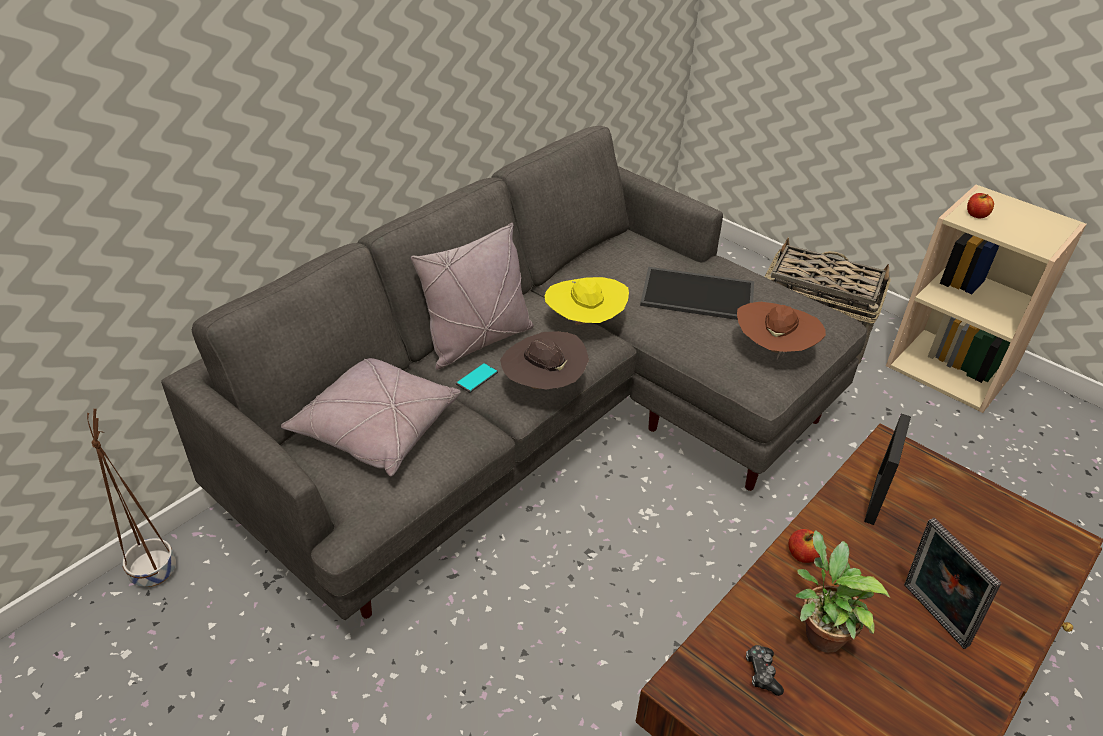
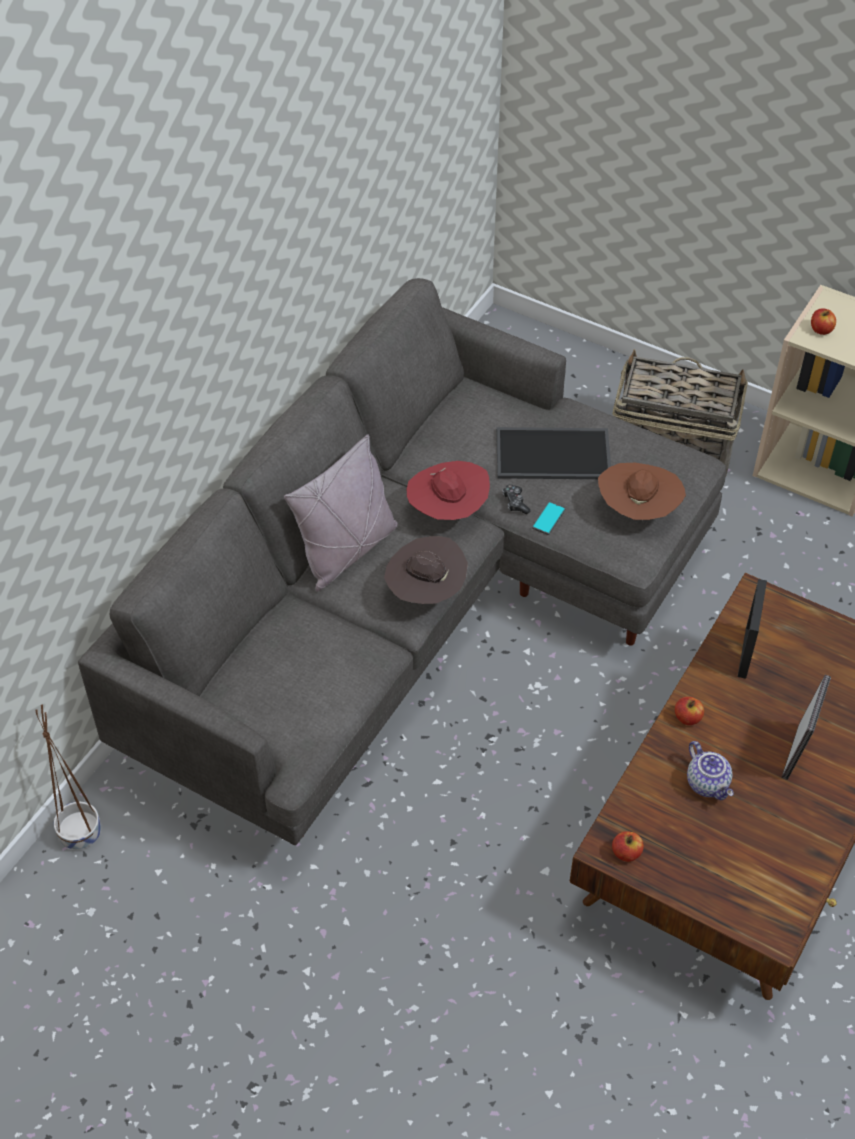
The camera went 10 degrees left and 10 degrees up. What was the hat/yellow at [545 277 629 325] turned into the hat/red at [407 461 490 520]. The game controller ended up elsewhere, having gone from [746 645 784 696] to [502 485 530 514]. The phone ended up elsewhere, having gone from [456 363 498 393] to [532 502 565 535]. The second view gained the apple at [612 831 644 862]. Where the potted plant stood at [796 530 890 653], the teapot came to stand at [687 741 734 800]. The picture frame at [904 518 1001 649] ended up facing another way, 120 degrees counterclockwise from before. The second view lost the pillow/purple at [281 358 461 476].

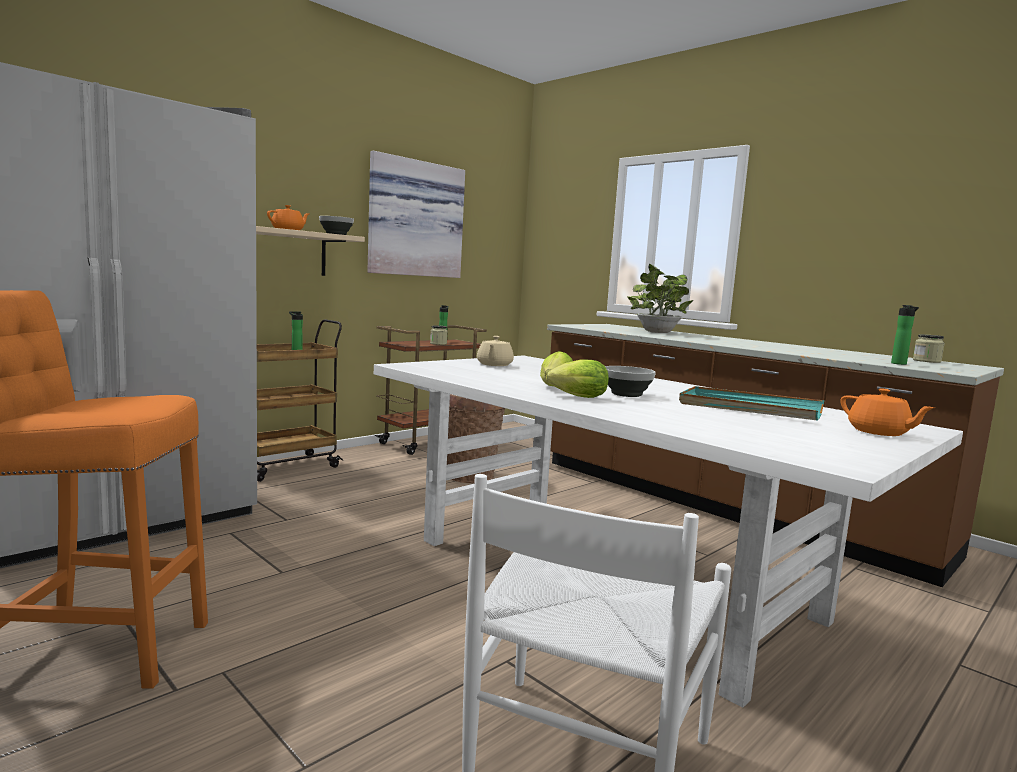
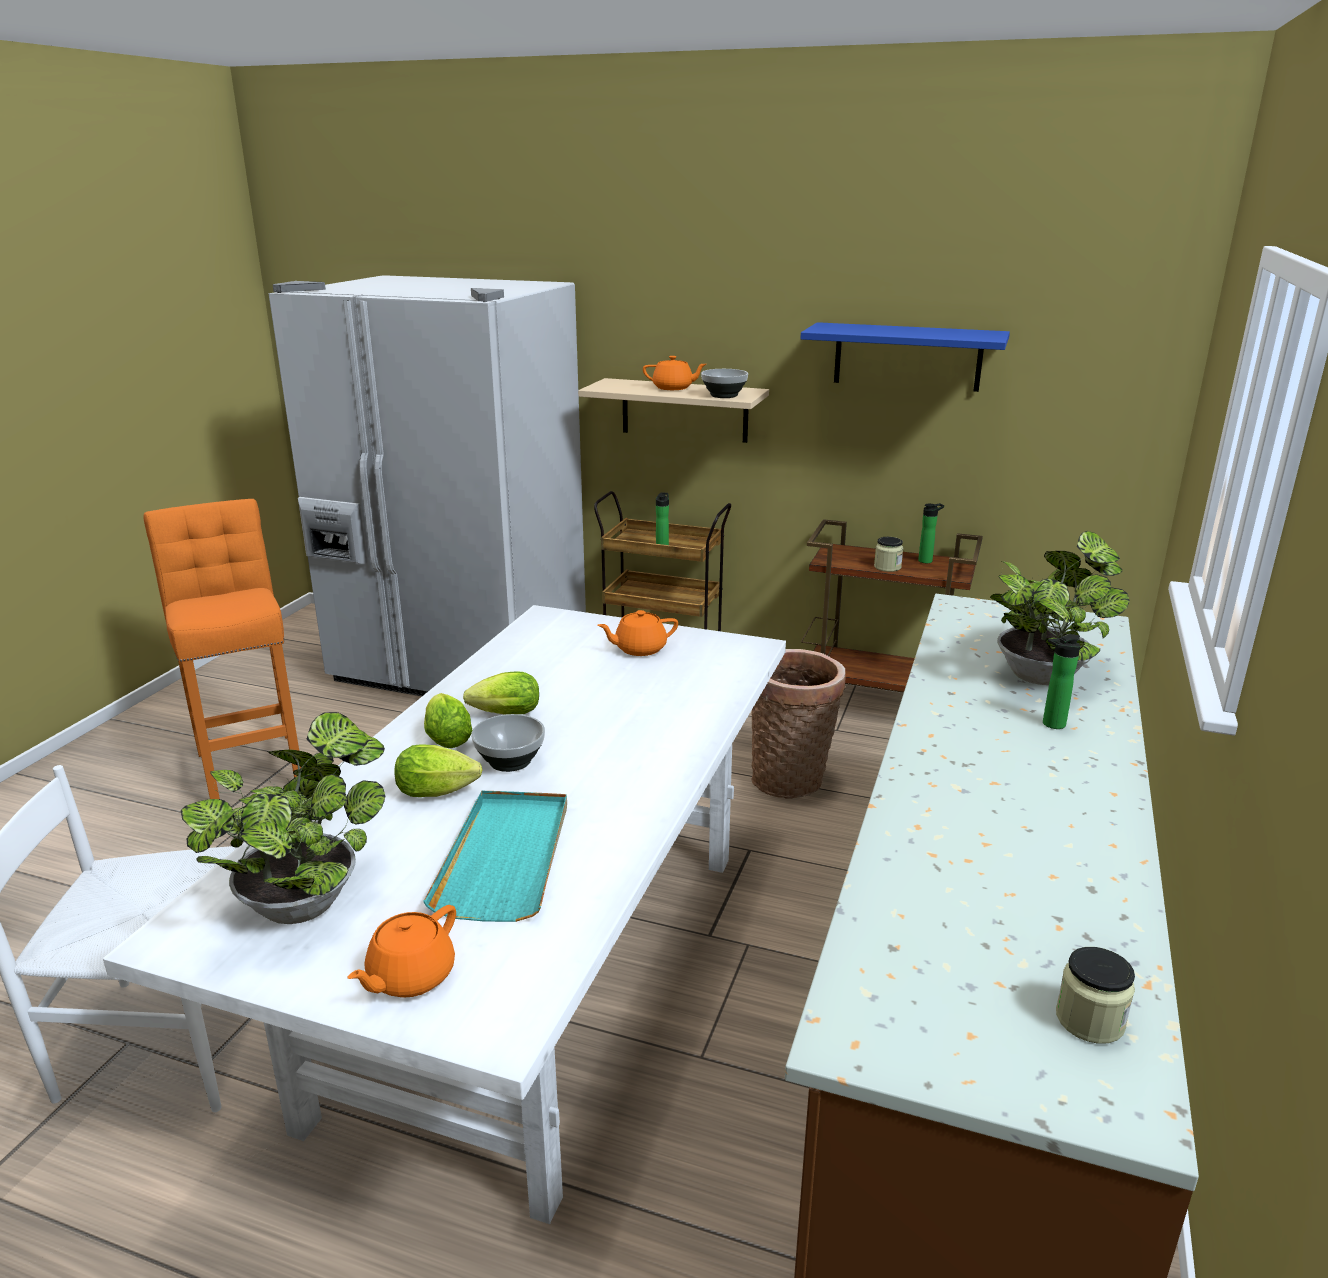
The camera went 65 degrees right and 15 degrees up. The second view gained the potted plant at [181 712 385 924]. The second view gained the lettuce at [394 744 482 797]. What was the teapot/beige at [477 336 514 366] turned into the teapot/orange at [597 610 678 656]. Where the picture hung at [367 151 465 278], the shelf/blue came to hang at [800 322 1010 392]. The bottle ended up elsewhere, having gone from [891 305 919 365] to [1043 634 1080 729].

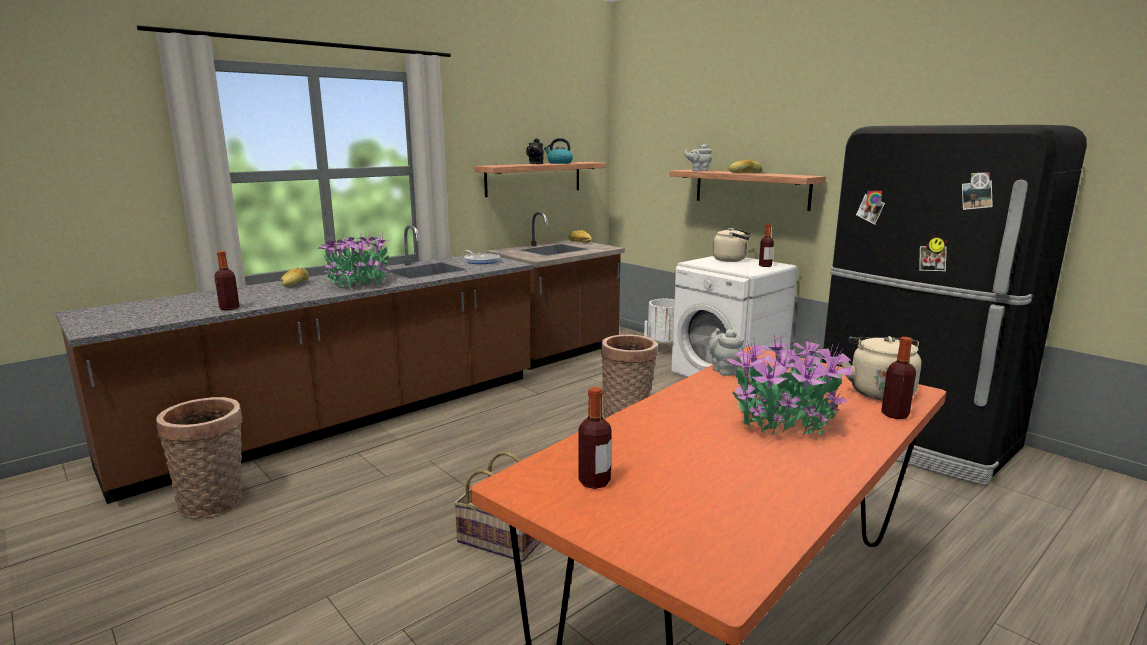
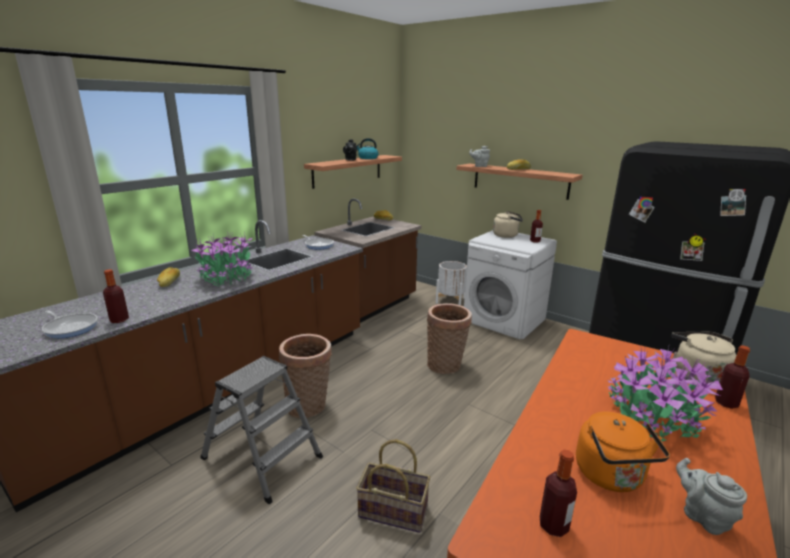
The camera went 10 degrees left and 5 degrees up. The second view gained the frying pan at [42 310 98 338]. The second view gained the step ladder/grey at [200 356 323 504]. The basket ended up elsewhere, having gone from [156 397 243 519] to [279 334 332 418]. The second view gained the kettle/orange at [576 412 670 492]. The teapot/grey ended up elsewhere, having gone from [709 328 744 376] to [676 458 747 535].

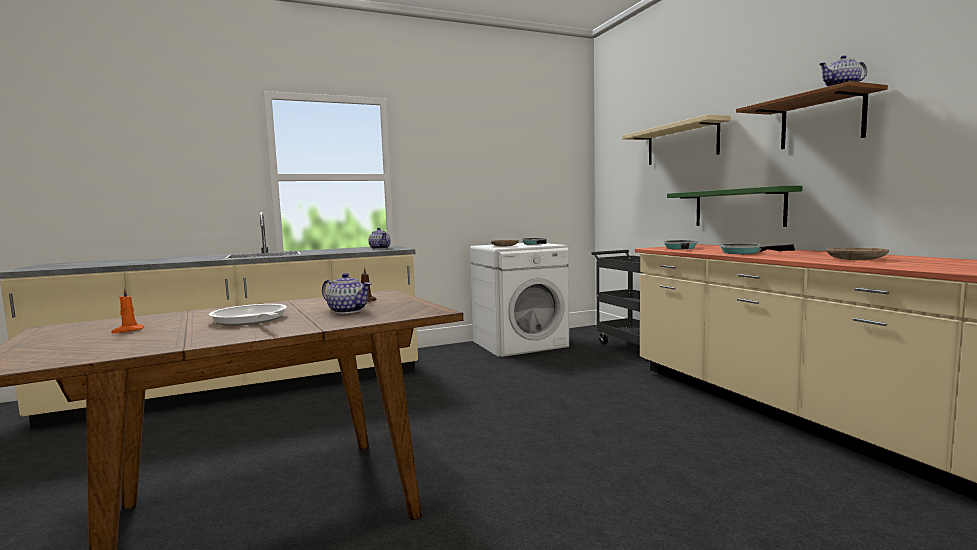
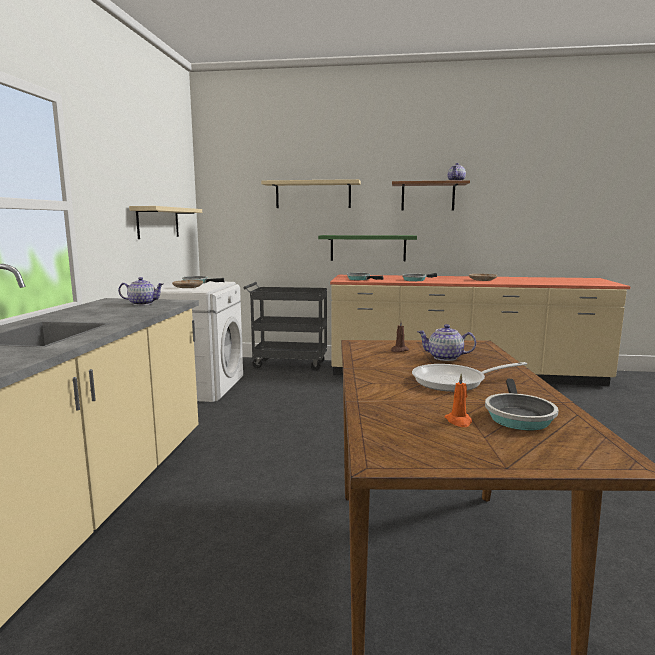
The camera went 60 degrees left and 5 degrees up. The second view gained the shelf/beige at [129 206 202 239]. The teapot at [322 273 372 314] ended up facing another way, 135 degrees counterclockwise from before. The second view gained the frying pan at [485 378 558 430].

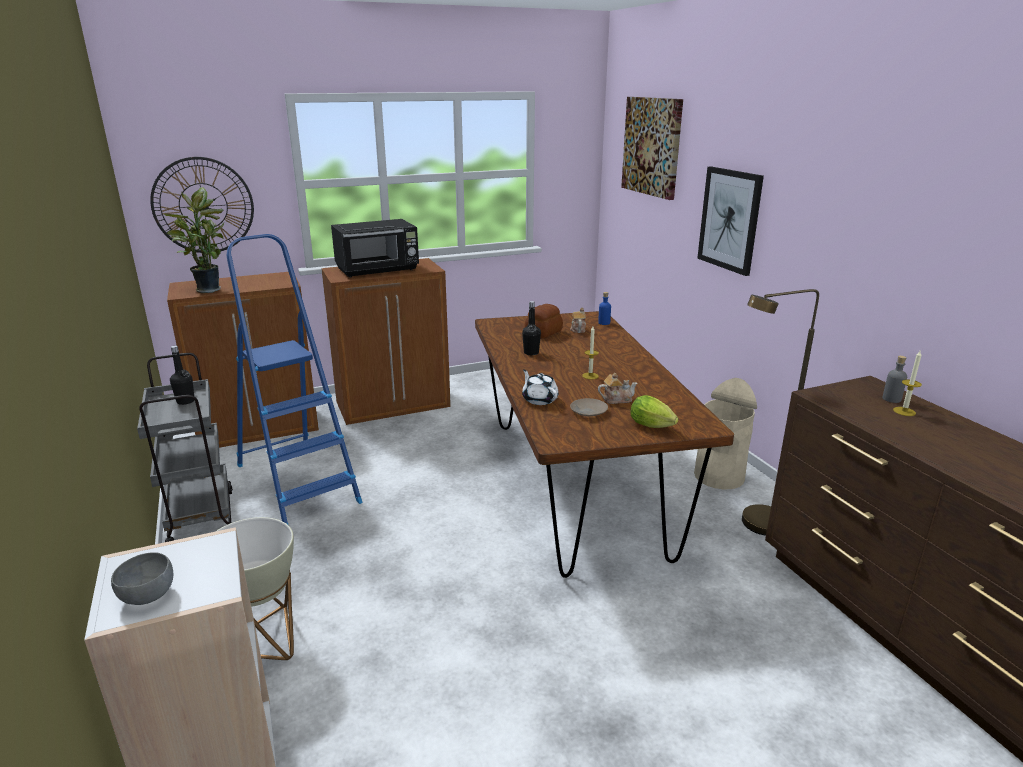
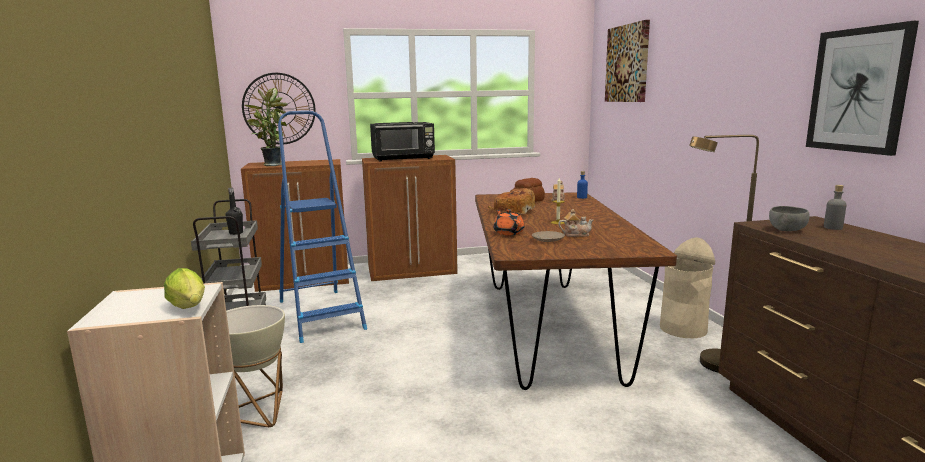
The camera went 10 degrees right and 10 degrees down. The lettuce ended up elsewhere, having gone from [630 395 678 428] to [164 268 205 309]. Where the bottle/black stood at [522 301 541 355], the bread came to stand at [488 188 535 214]. What was the teapot/white at [522 369 559 405] turned into the teapot/orange at [493 209 525 236]. The bowl/grey ended up elsewhere, having gone from [111 552 173 605] to [769 206 809 231]. The picture ended up elsewhere, having gone from [697 167 764 276] to [806 21 919 156]. The second view lost the candle at [893 351 922 416].

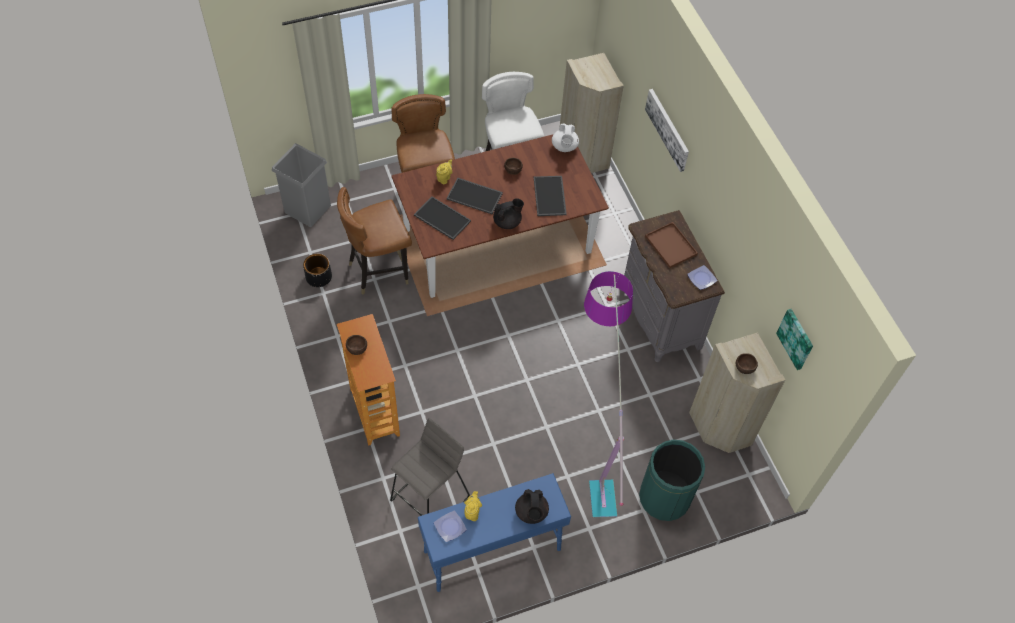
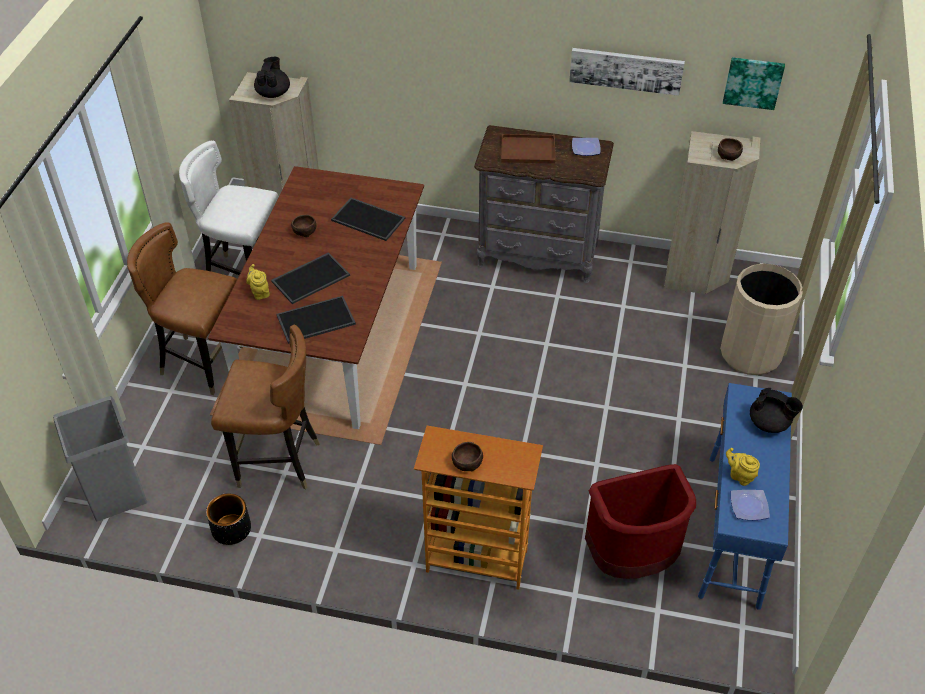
The camera went 55 degrees left and 10 degrees down. The chair/brown at [337 187 412 295] ended up facing another way, 90 degrees counterclockwise from before. The teapot/black ended up elsewhere, having gone from [493 198 524 229] to [254 57 290 98]. The picture ended up elsewhere, having gone from [645 89 689 172] to [569 48 685 96]. Where the stool/grey stood at [390 418 470 516], the trash can/red came to stand at [585 464 696 579]. What was the trash can/green at [639 440 705 521] turned into the trash can/beige at [720 264 803 375]. The second view lost the teapot/white at [552 123 579 152]. The second view lost the floor lamp at [584 271 633 517].

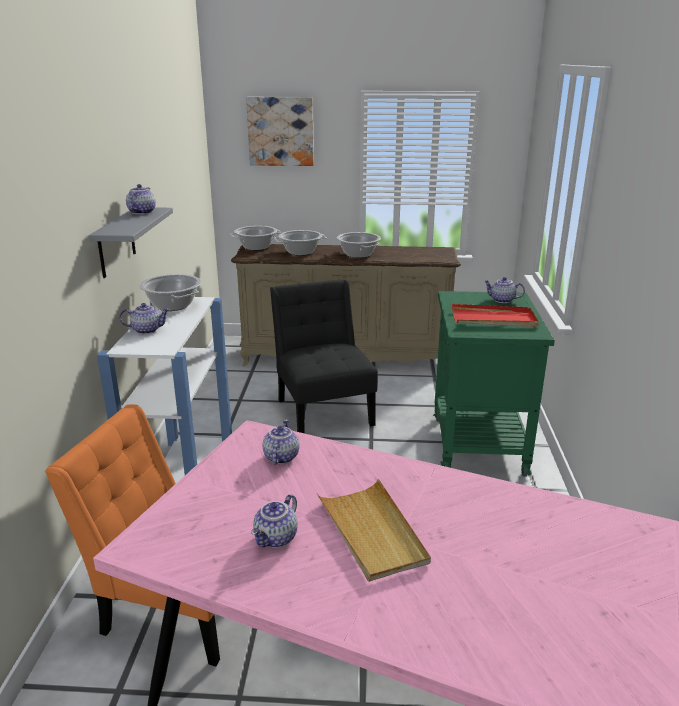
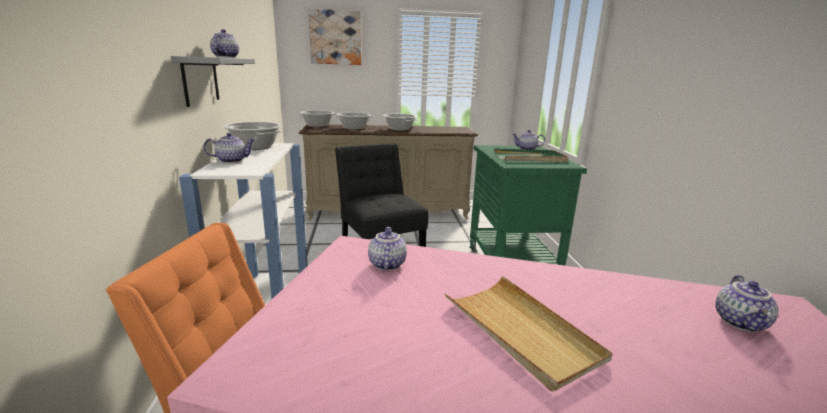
The camera went 10 degrees left and 5 degrees down. What was the tray/red at [452 304 539 327] turned into the tray/green at [494 148 568 162]. The teapot ended up elsewhere, having gone from [251 494 298 548] to [715 275 778 332].

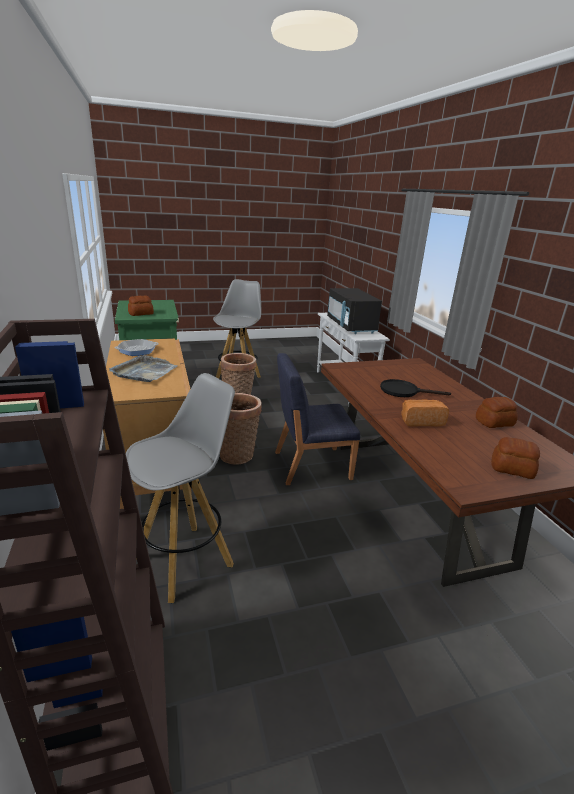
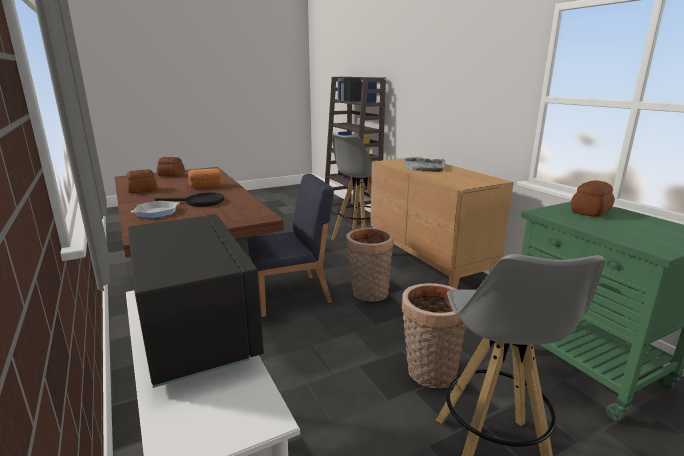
The camera went 170 degrees right and 5 degrees down. The frying pan ended up elsewhere, having gone from [114 339 159 356] to [131 201 180 219].

